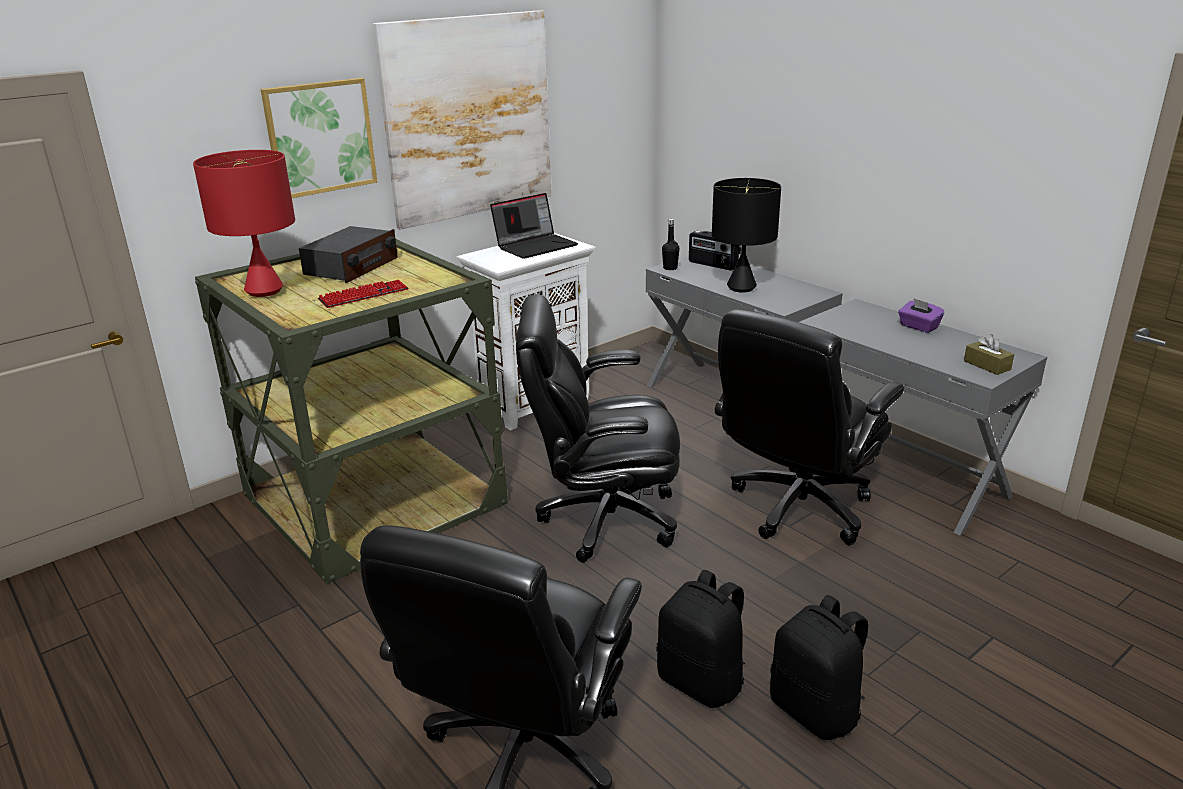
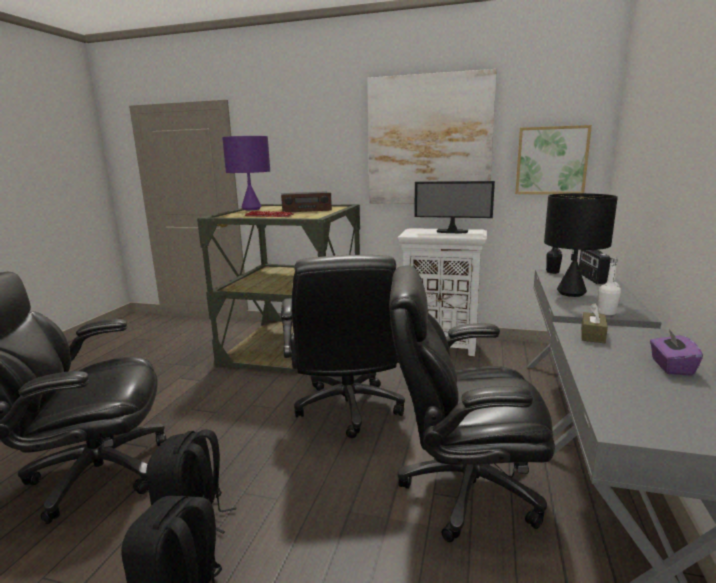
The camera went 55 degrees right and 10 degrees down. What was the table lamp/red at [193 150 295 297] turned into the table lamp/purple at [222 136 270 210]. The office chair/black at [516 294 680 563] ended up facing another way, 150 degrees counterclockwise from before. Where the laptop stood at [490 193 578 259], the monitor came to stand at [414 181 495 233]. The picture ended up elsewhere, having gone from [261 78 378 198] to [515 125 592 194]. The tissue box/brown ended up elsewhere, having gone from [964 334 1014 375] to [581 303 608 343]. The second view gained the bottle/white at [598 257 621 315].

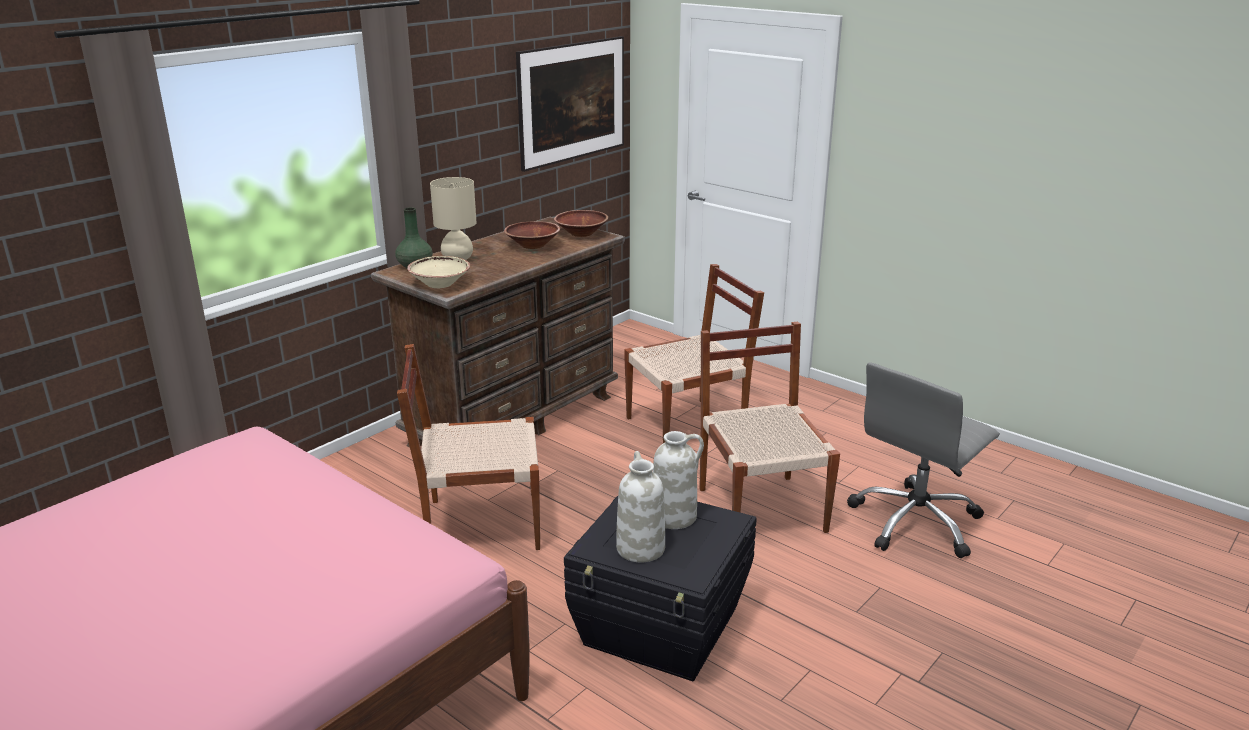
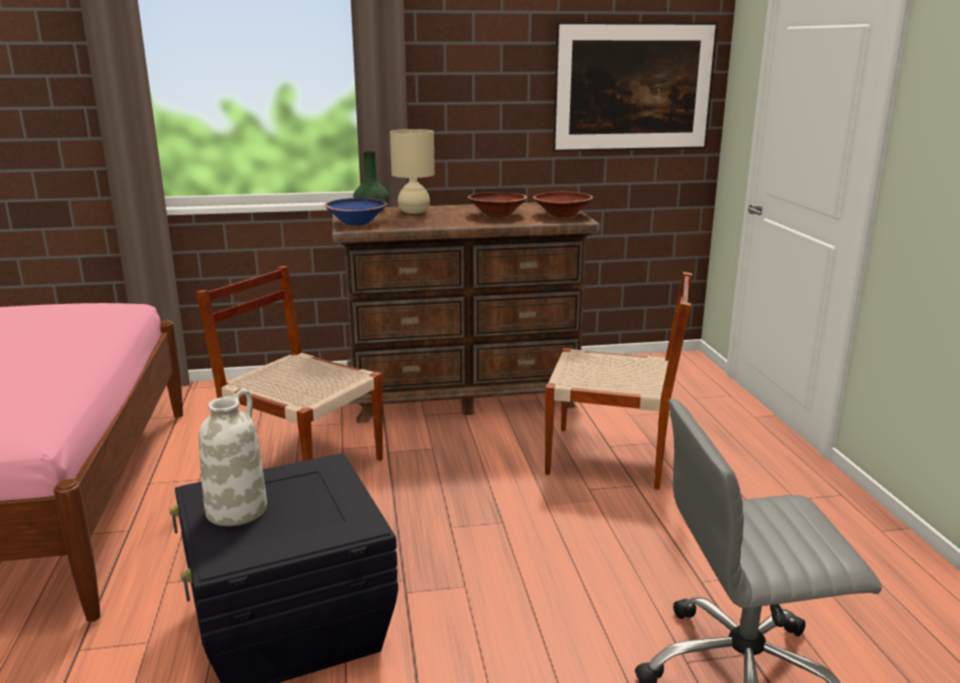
The camera went 40 degrees right and 5 degrees down. What was the bowl/beige at [407 256 470 288] turned into the bowl/blue at [324 198 387 226]. The second view lost the vase/white at [653 431 704 529]. The second view lost the chair at [699 322 840 533].

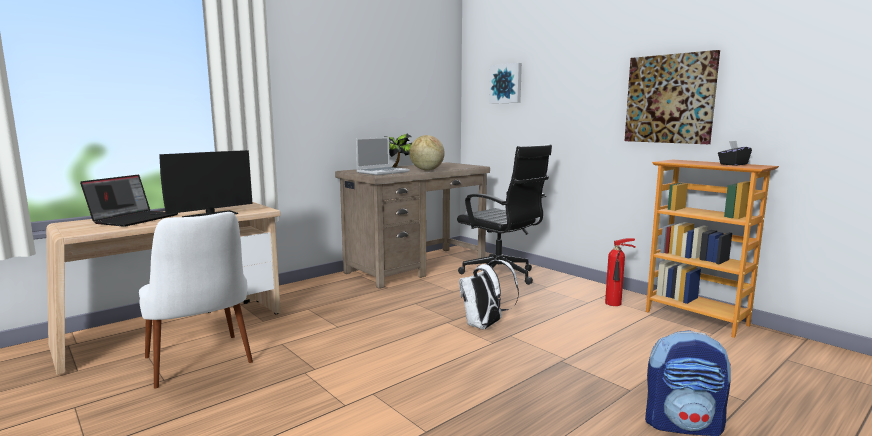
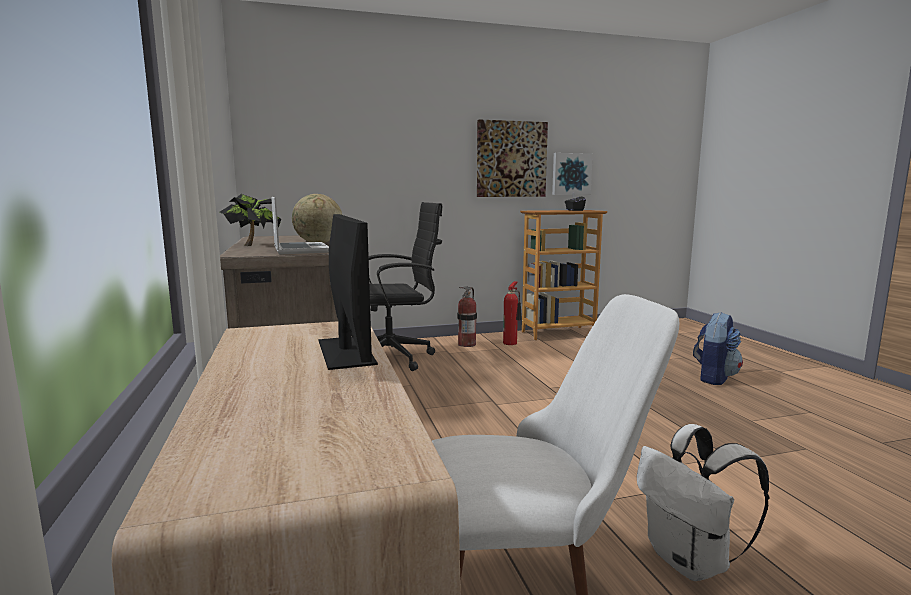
The camera went 65 degrees left and 0 degrees up. The second view gained the fire extinguisher at [457 286 477 347]. The picture ended up elsewhere, having gone from [489 63 522 104] to [552 153 593 195]. The backpack/white ended up elsewhere, having gone from [459 260 519 329] to [637 424 769 581]. The second view lost the laptop at [80 175 178 227].

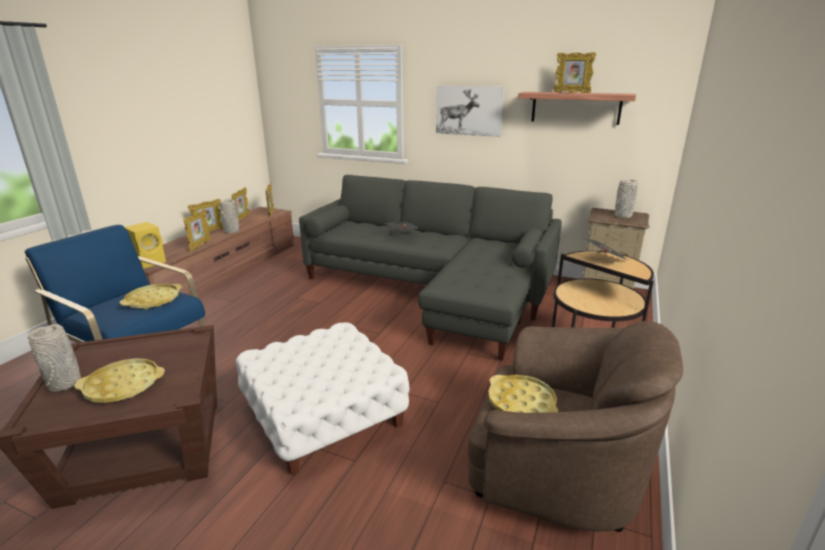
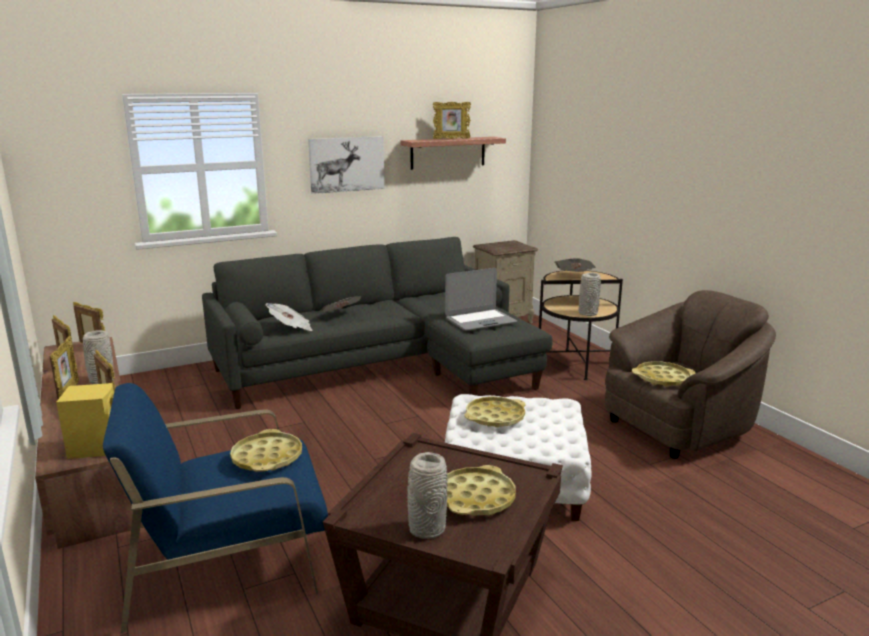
The camera went 50 degrees left and 5 degrees down. The second view gained the newspaper at [265 303 312 331]. The second view gained the laptop at [445 268 517 331]. The second view gained the tray/yellow at [464 397 526 428]. The vase/grey ended up elsewhere, having gone from [615 179 638 218] to [579 272 601 316].

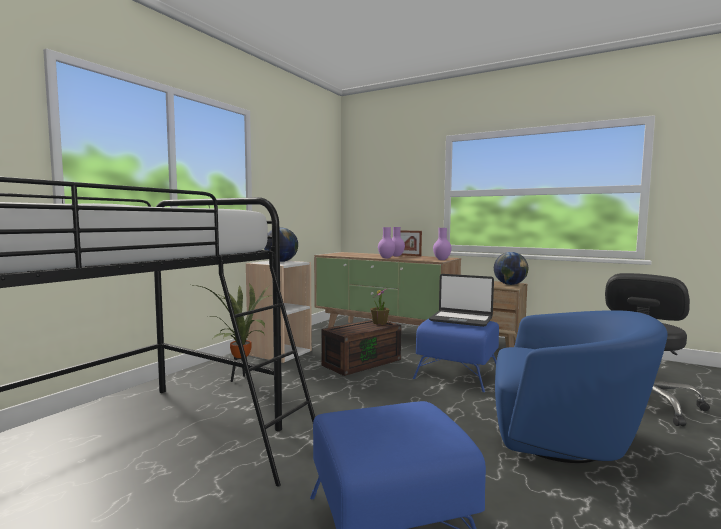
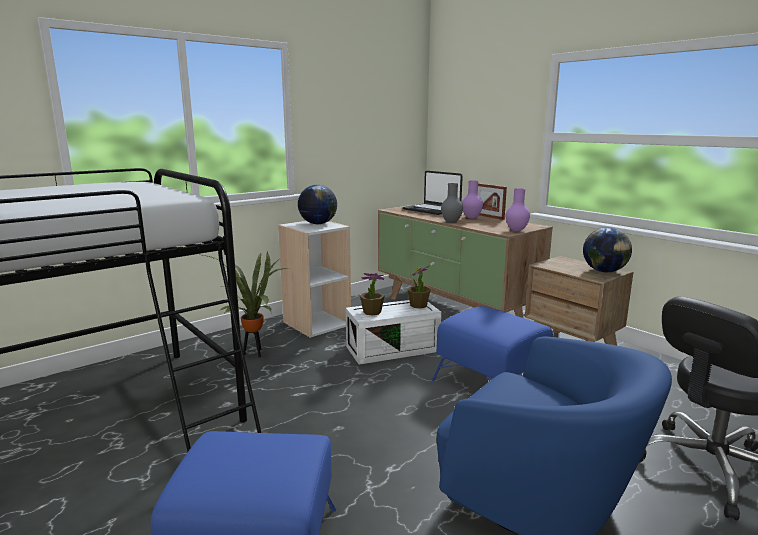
The camera went 20 degrees right and 10 degrees up. What was the storage box/brown at [321 320 401 376] turned into the storage box/white at [346 300 441 365]. The second view gained the potted plant at [360 273 385 316]. The laptop ended up elsewhere, having gone from [429 274 494 327] to [403 171 463 215]. What was the vase/purple at [378 227 395 258] turned into the vase/grey at [441 183 463 223].

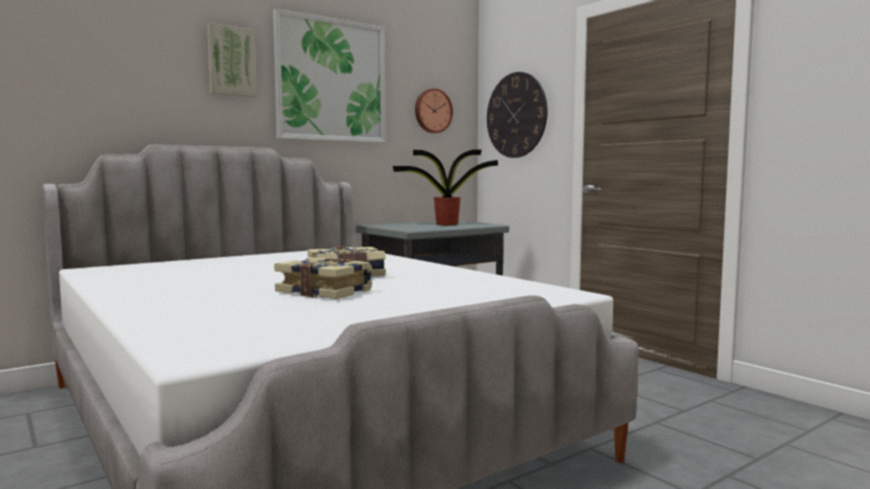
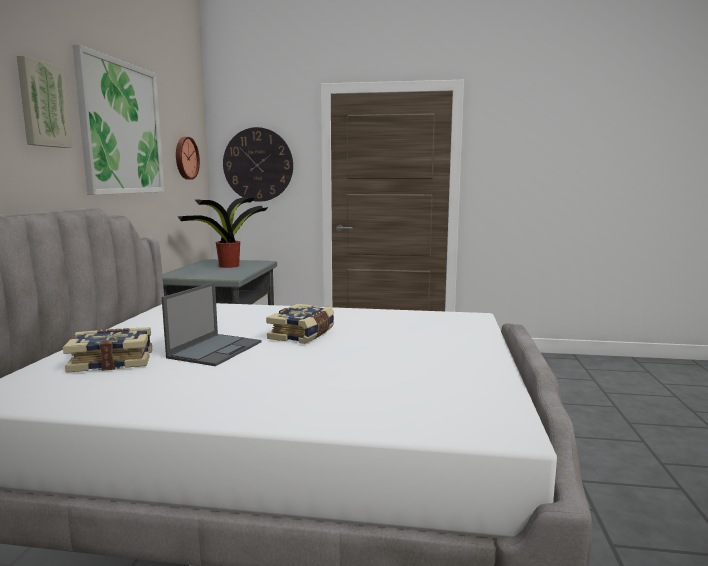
The camera went 45 degrees left and 5 degrees up. The book ended up elsewhere, having gone from [274 257 373 299] to [63 327 152 373]. The second view gained the laptop at [162 282 262 366].

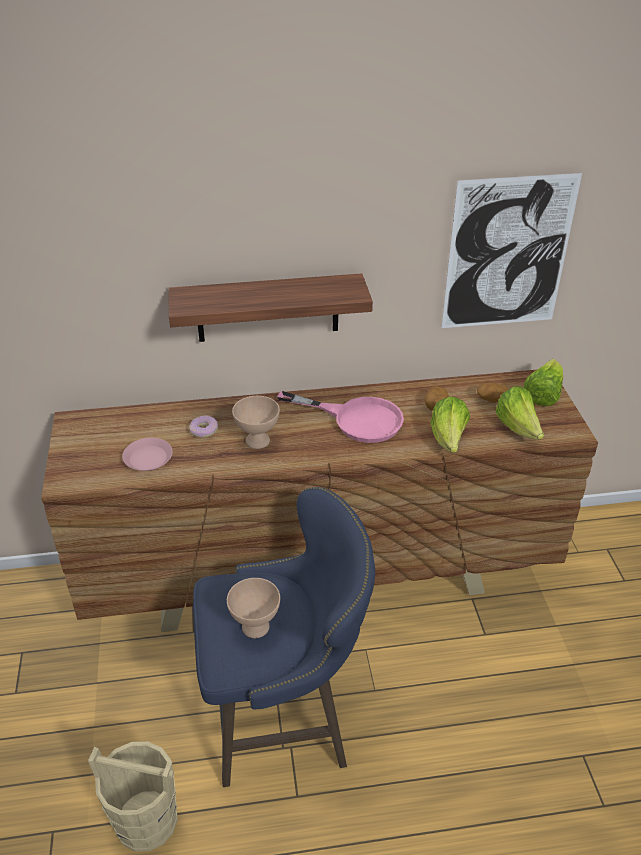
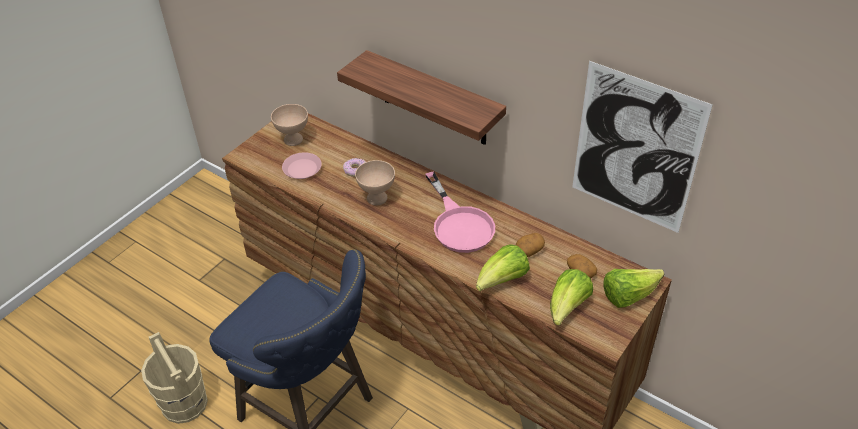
The camera went 45 degrees right and 5 degrees up. The bowl/beige ended up elsewhere, having gone from [227 578 280 638] to [271 104 308 146].

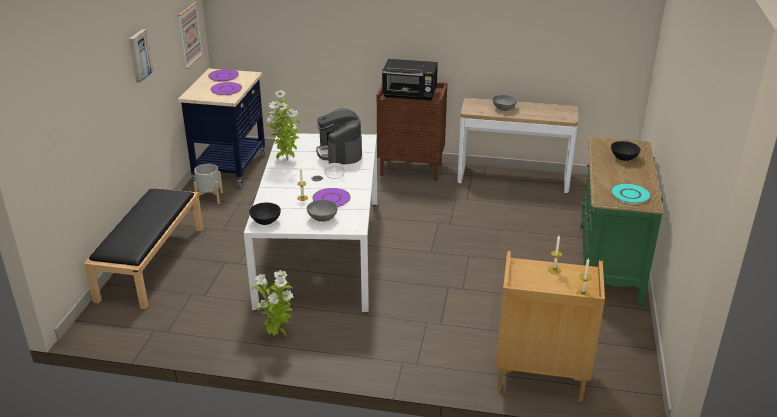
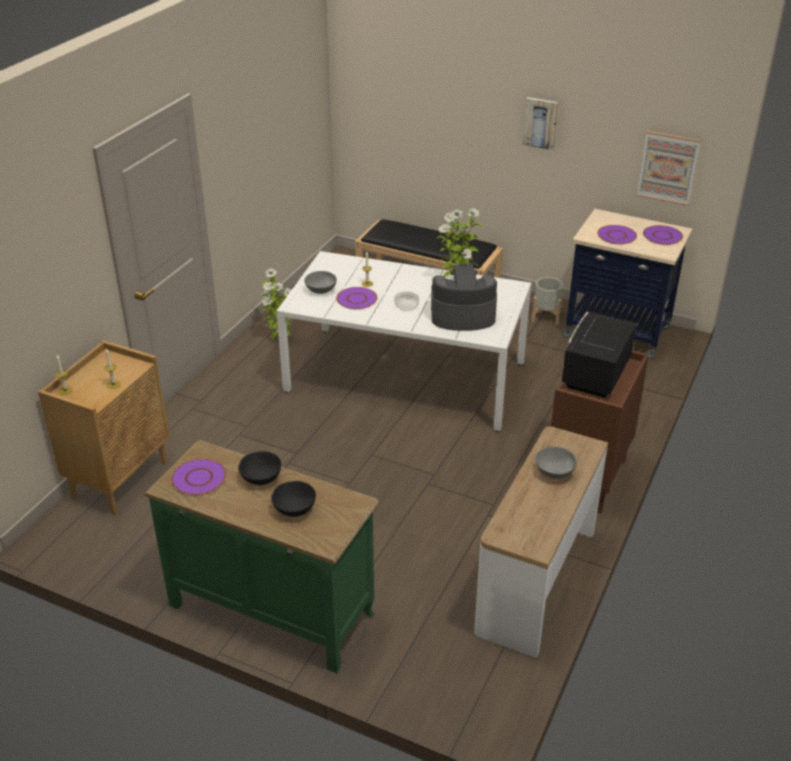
The camera went 105 degrees right and 5 degrees up. What was the plate/turquoise at [610 183 651 204] turned into the plate/purple at [171 459 226 495]. The bowl/black ended up elsewhere, having gone from [249 202 281 225] to [238 451 281 485].

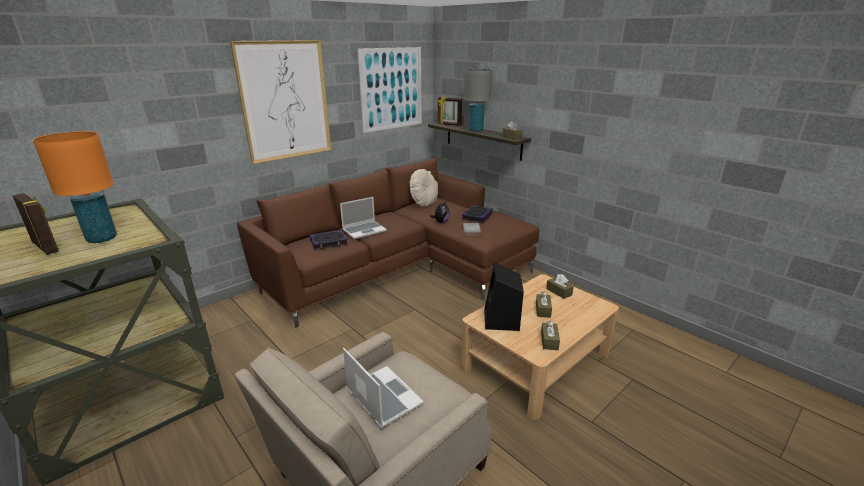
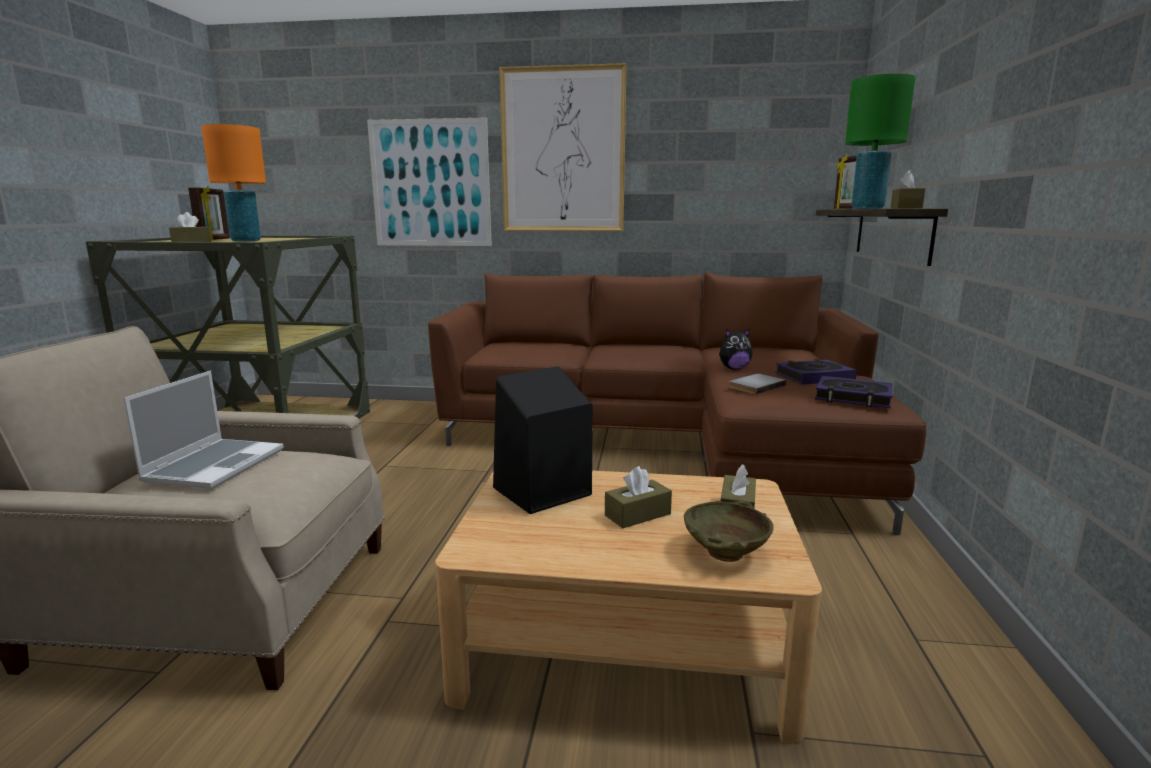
The camera went 50 degrees right and 10 degrees down. The tissue box/brown ended up elsewhere, having gone from [541 320 560 350] to [169 212 211 242]. The picture ended up elsewhere, having gone from [357 47 422 133] to [367 118 492 246]. The second view gained the bowl/beige at [684 501 774 562]. The book ended up elsewhere, having gone from [310 230 348 250] to [815 376 893 408]. What was the table lamp/grey at [464 69 493 132] turned into the table lamp/green at [845 74 915 209]. The second view lost the laptop at [340 197 387 239]. The second view lost the pillow/beige at [409 169 438 207].

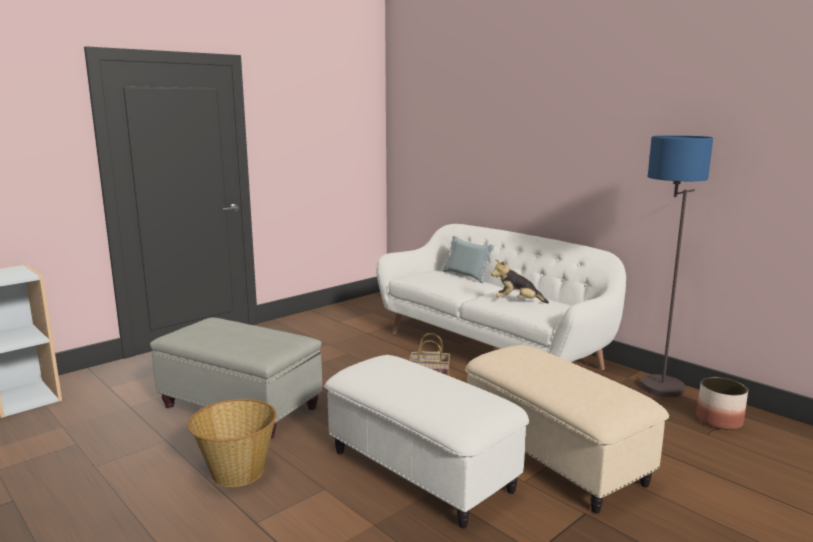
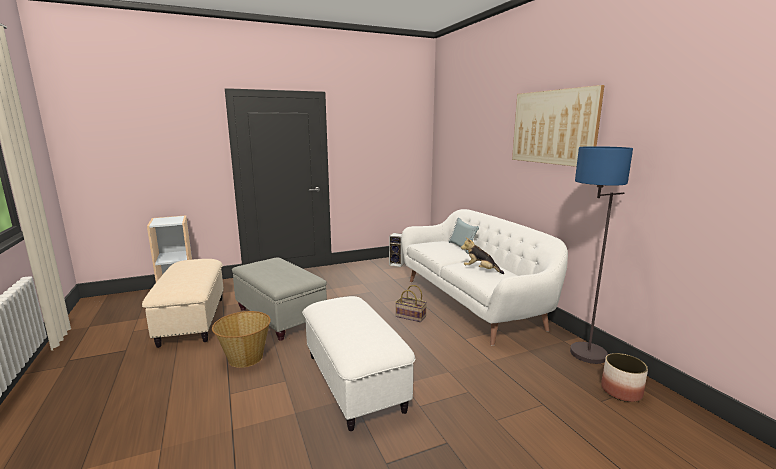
The camera went 20 degrees right and 0 degrees up. The ottoman/beige ended up elsewhere, having gone from [465 345 669 514] to [142 259 224 348]. The second view gained the speaker at [389 233 405 267]. The second view gained the picture at [512 85 604 167].

